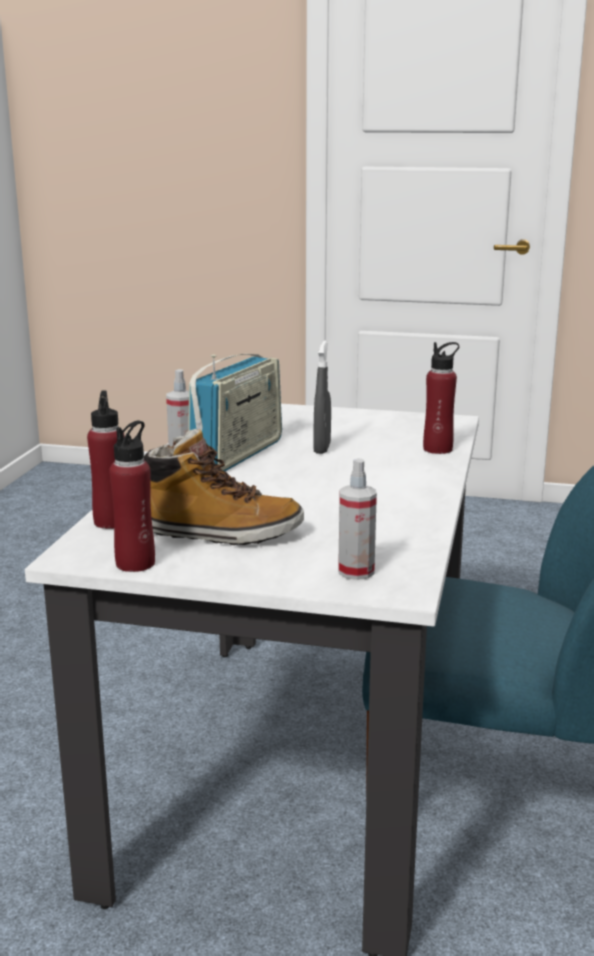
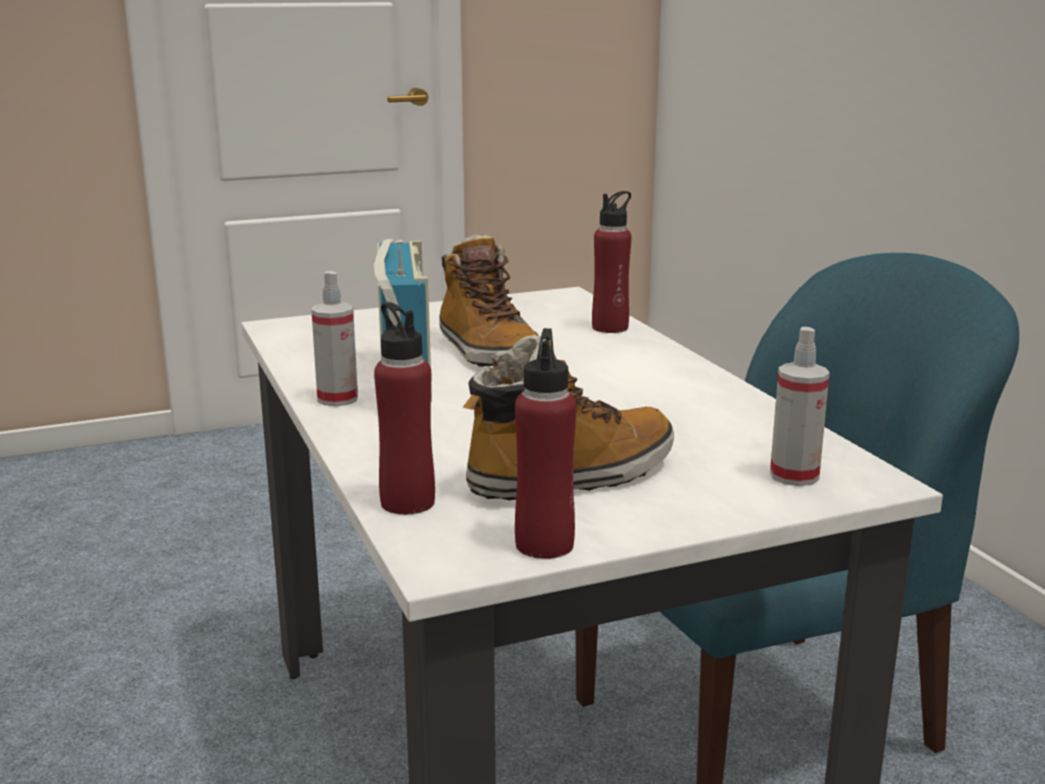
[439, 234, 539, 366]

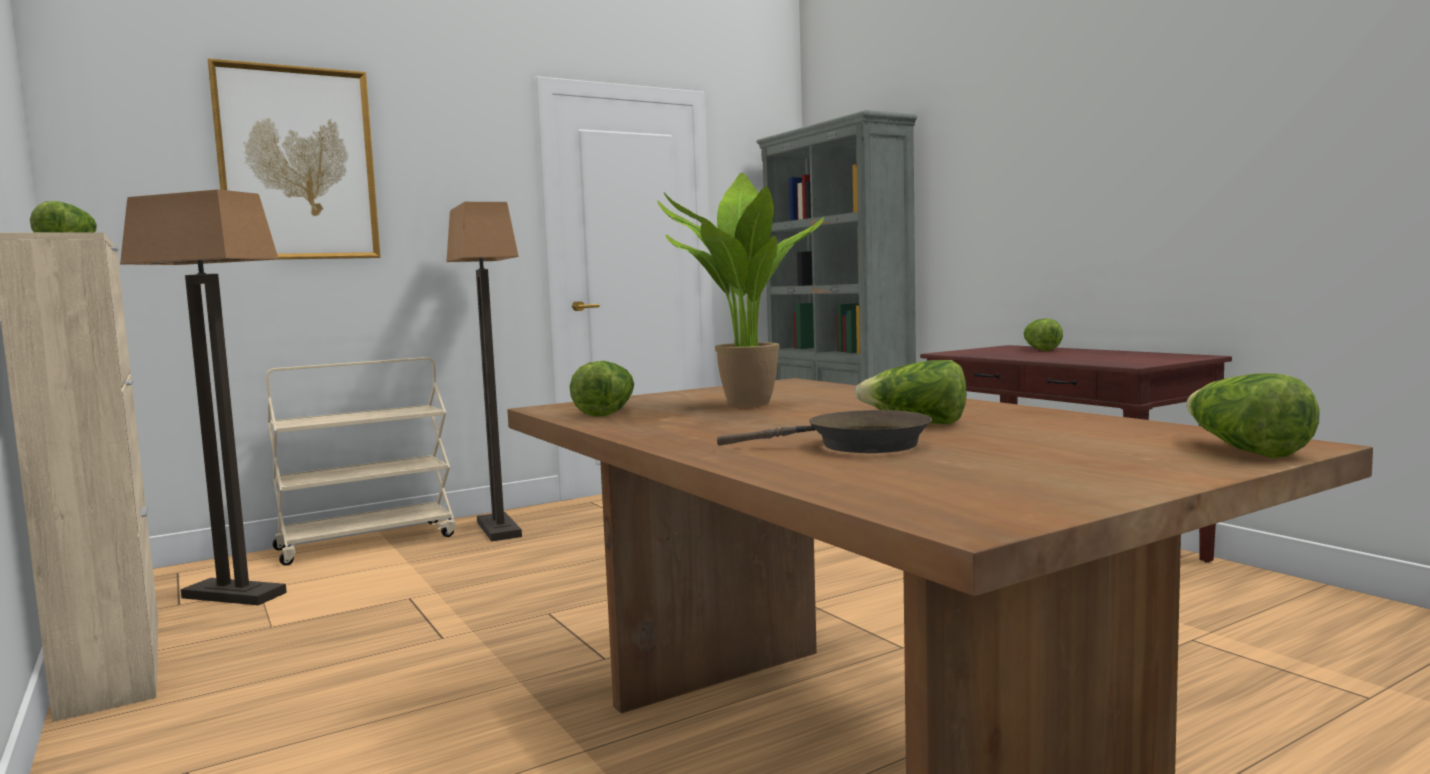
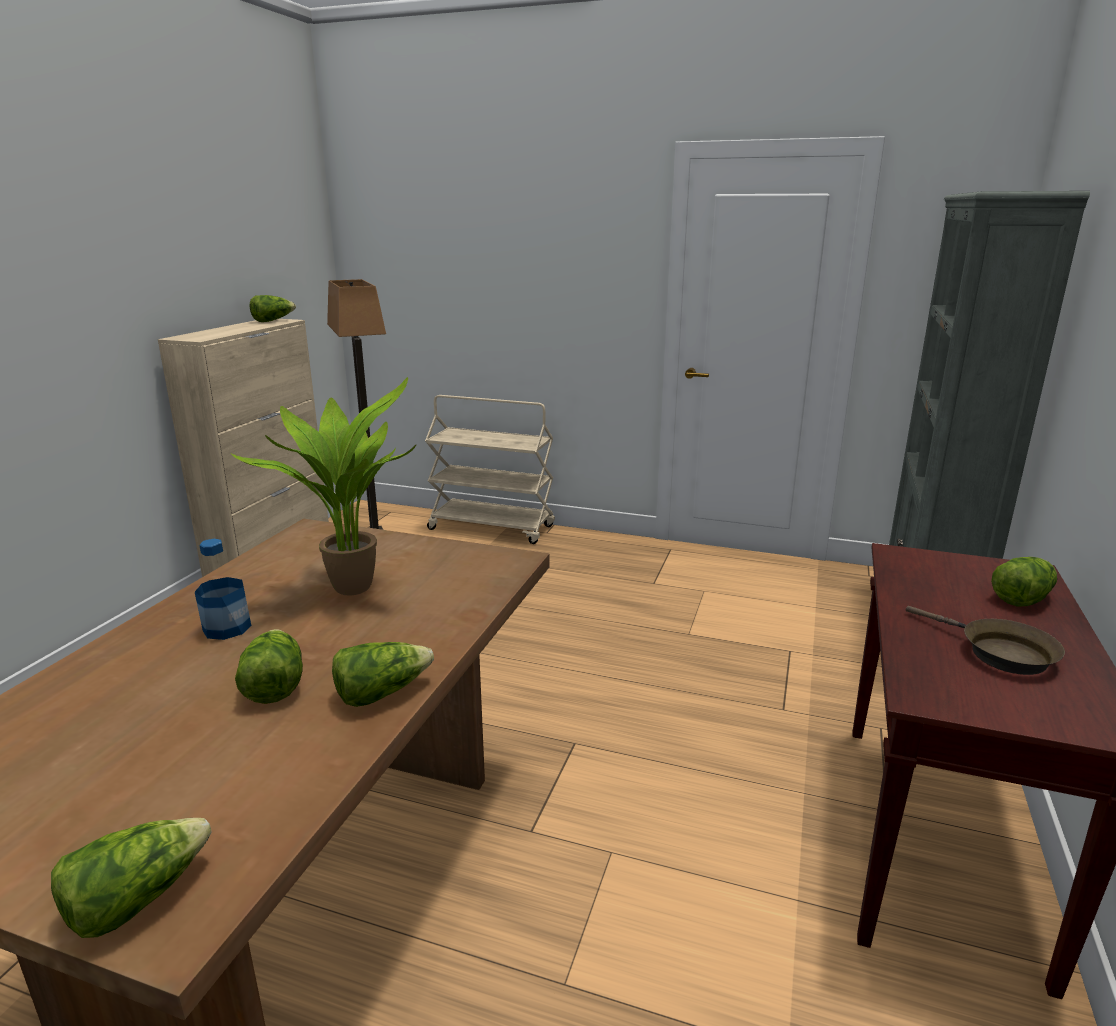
[208, 58, 381, 260] (first image)
[446, 202, 522, 541] (first image)
[332, 642, 434, 707]
[906, 606, 1065, 675]
[195, 539, 251, 640]

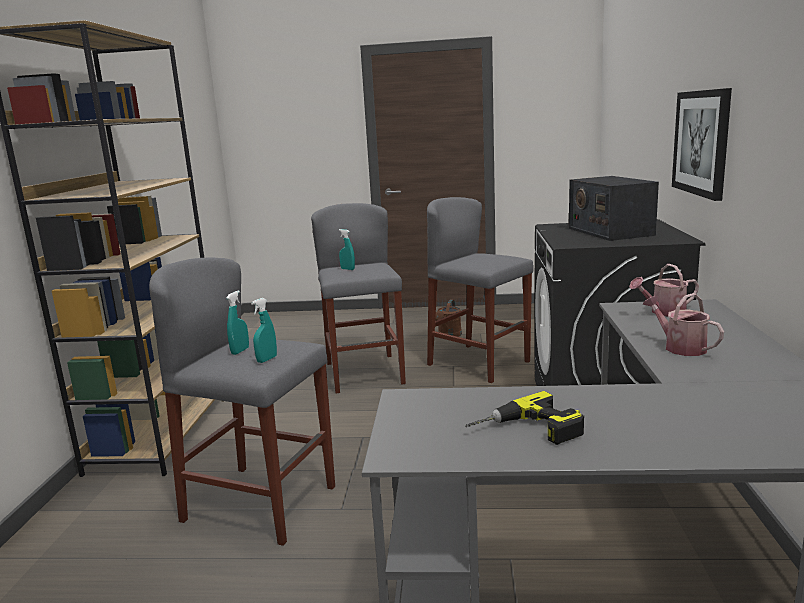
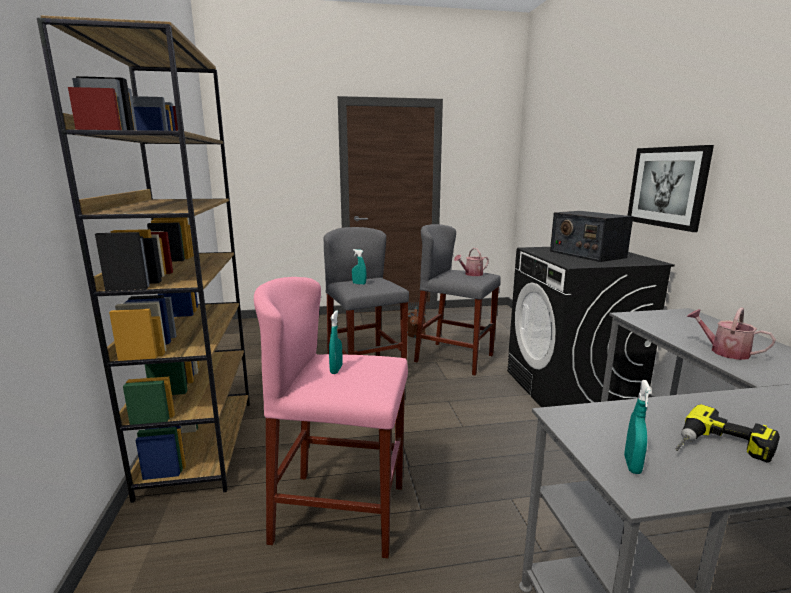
[254, 277, 408, 558]
[624, 380, 652, 474]
[454, 248, 489, 276]

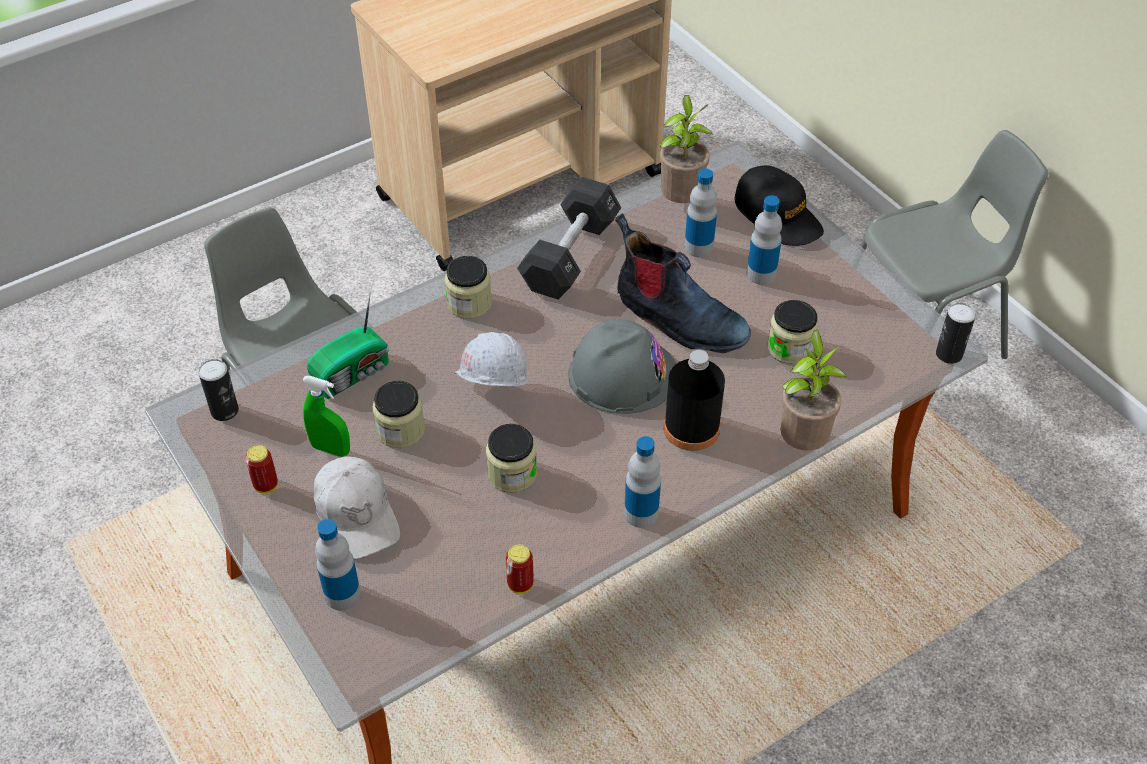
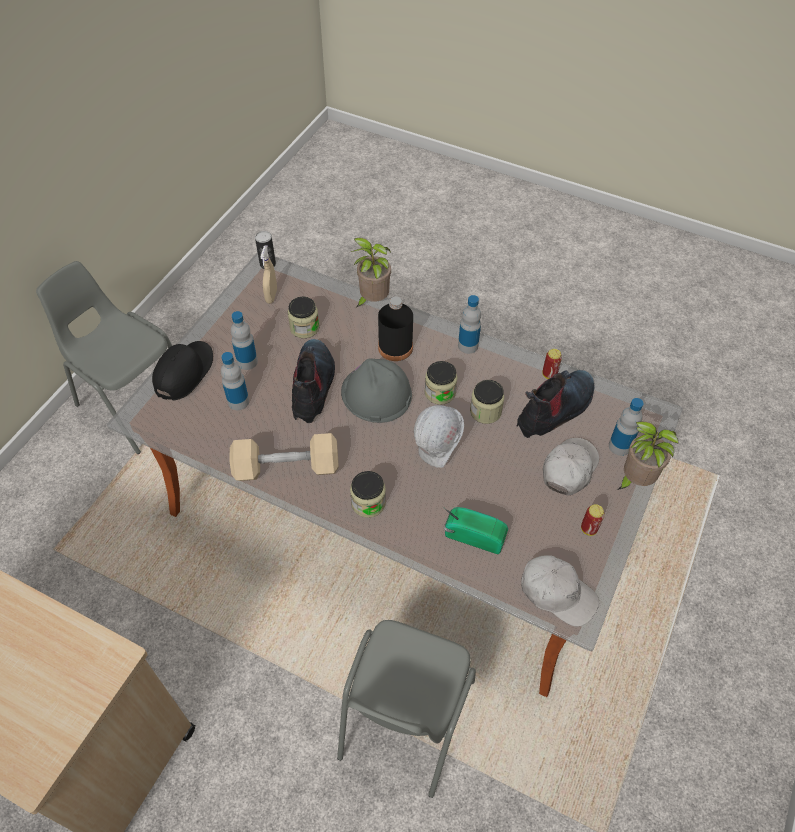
[521, 555, 599, 627]
[302, 375, 350, 457] (first image)
[424, 361, 457, 405]
[229, 433, 339, 481]
[617, 421, 678, 490]
[260, 245, 277, 304]
[517, 370, 594, 438]

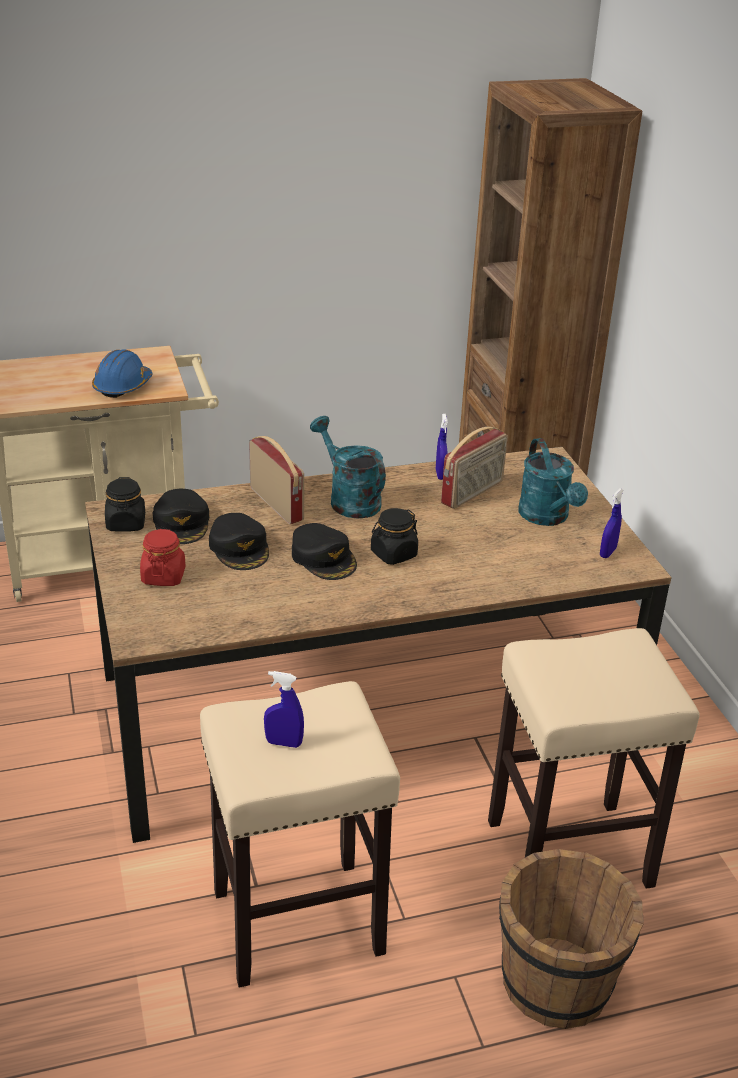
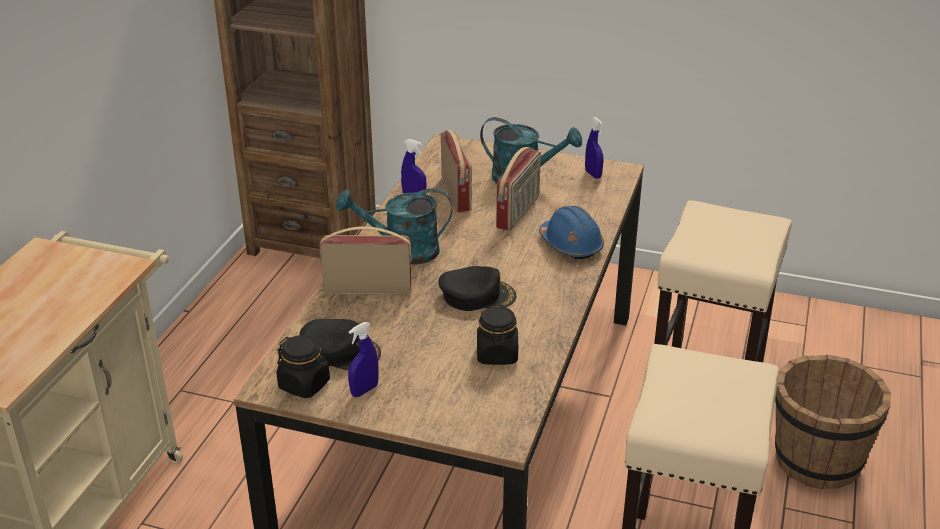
[539, 206, 604, 259]
[140, 529, 185, 586] (first image)
[209, 513, 269, 570] (first image)
[348, 322, 378, 397]
[477, 305, 518, 365]
[496, 147, 541, 231]

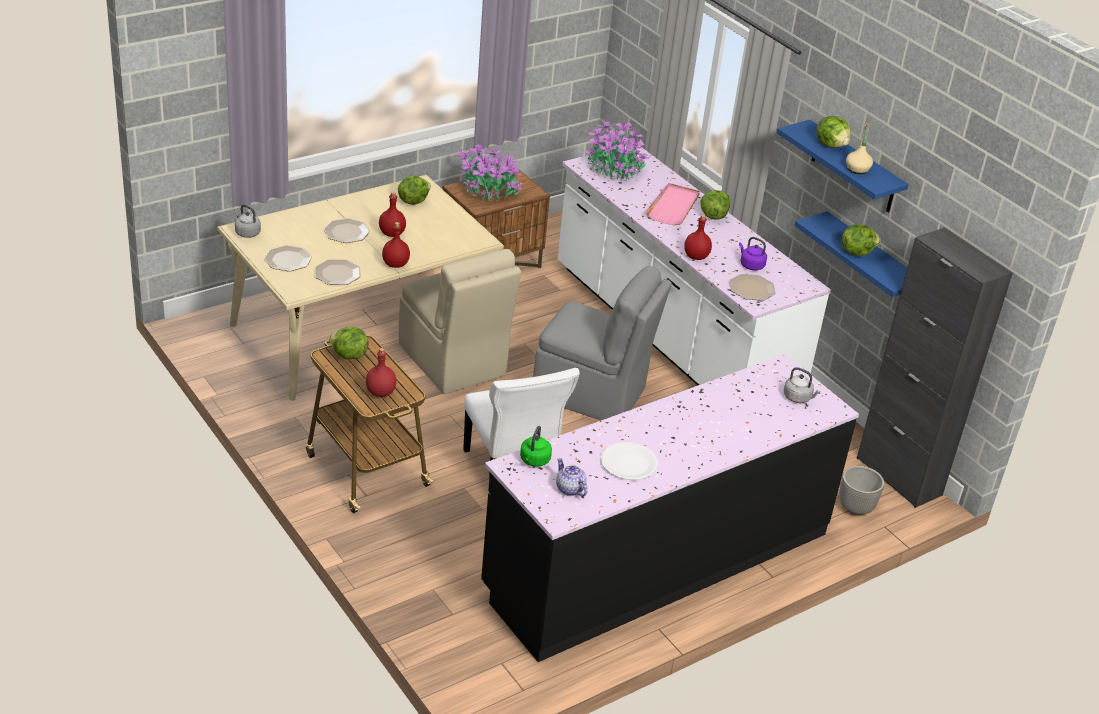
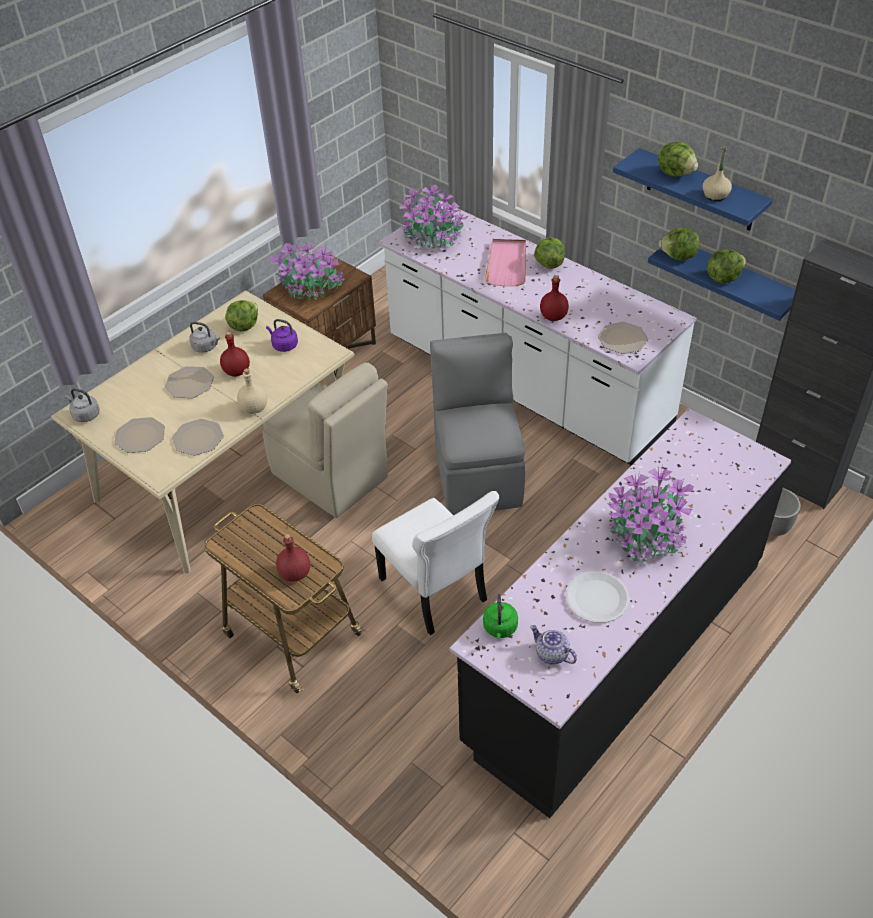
[659, 228, 700, 261]
[237, 368, 267, 414]
[430, 333, 525, 515]
[266, 319, 298, 352]
[189, 322, 220, 353]
[608, 467, 694, 561]

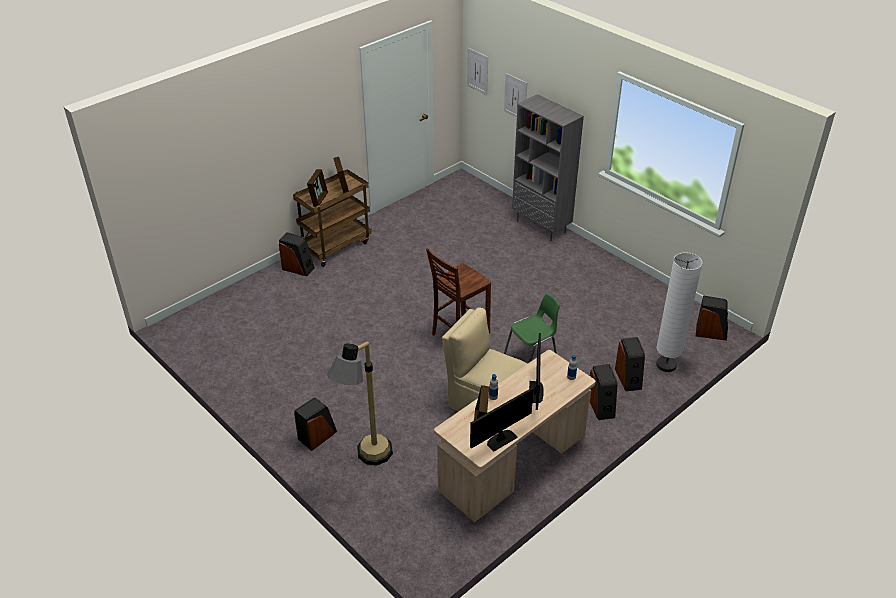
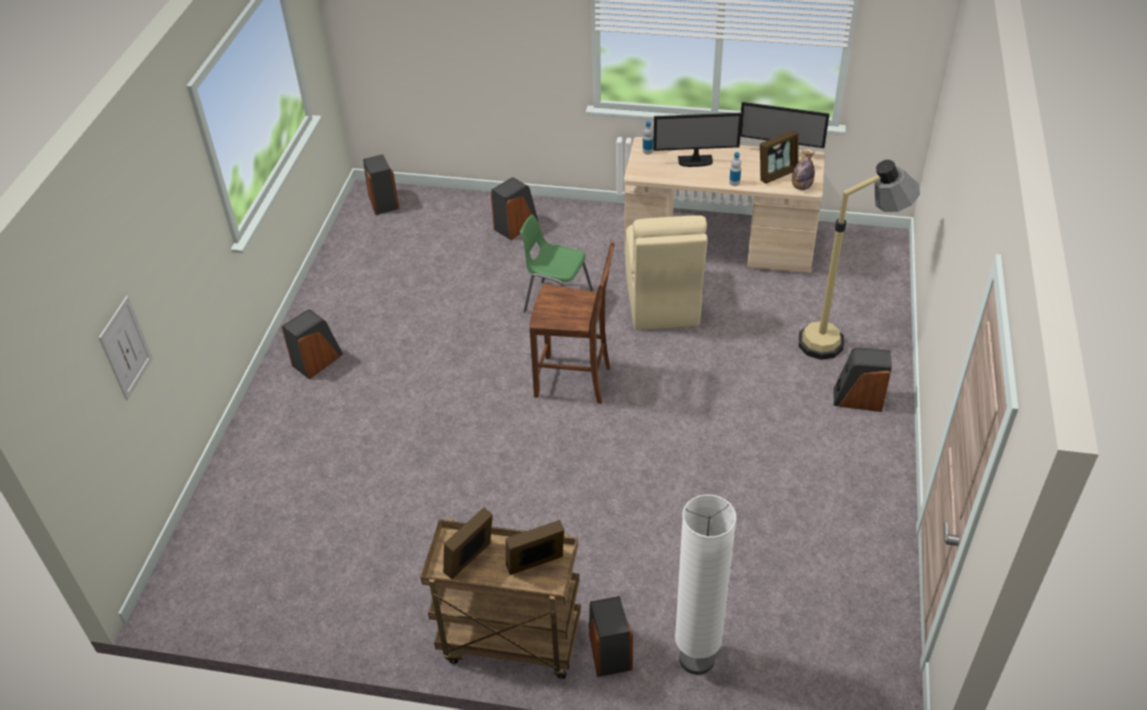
[467, 48, 488, 95] (first image)
[512, 94, 584, 242] (first image)
[653, 112, 742, 167]
[282, 310, 343, 379]
[675, 495, 737, 675]
[792, 148, 815, 190]

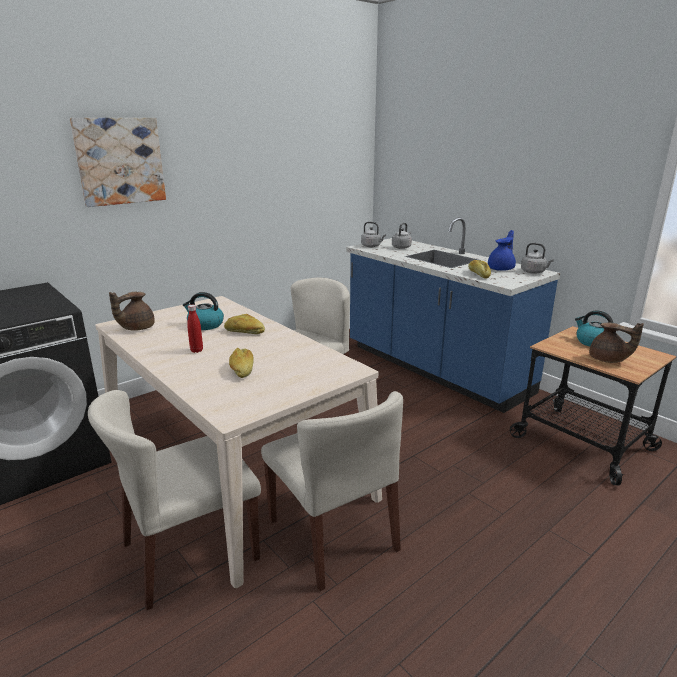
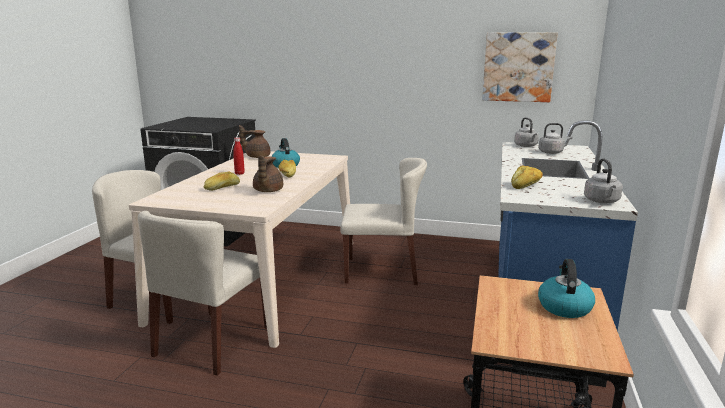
[482, 32, 558, 102]
[488, 230, 516, 271] (first image)
[253, 155, 283, 192]

